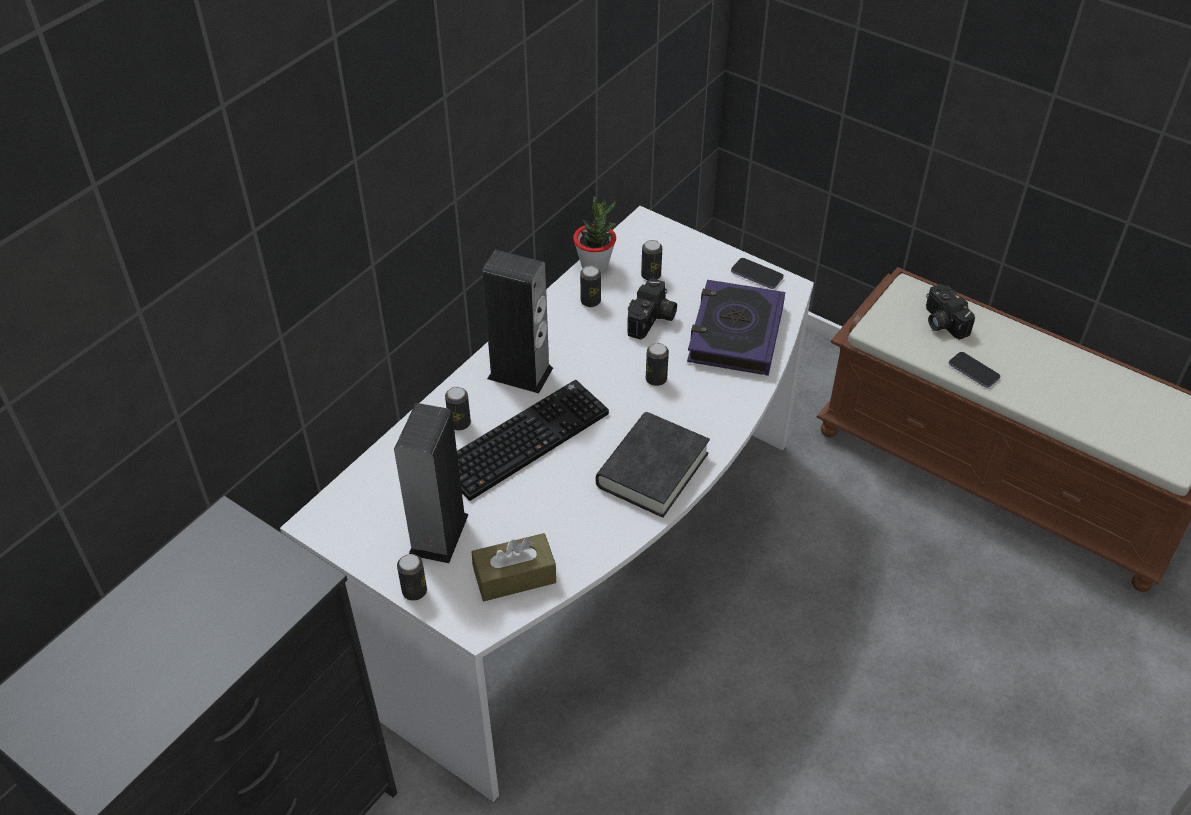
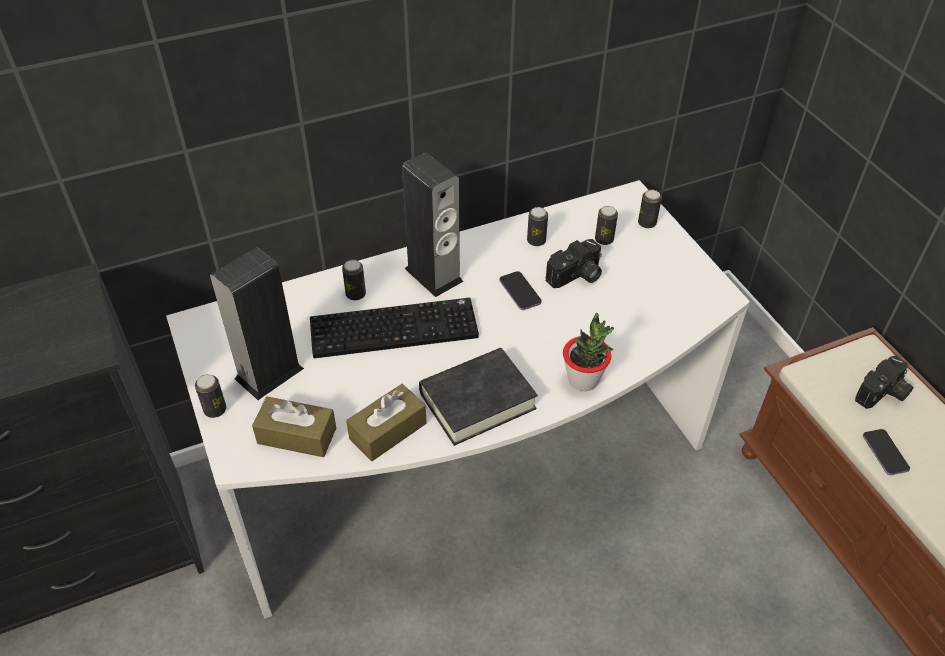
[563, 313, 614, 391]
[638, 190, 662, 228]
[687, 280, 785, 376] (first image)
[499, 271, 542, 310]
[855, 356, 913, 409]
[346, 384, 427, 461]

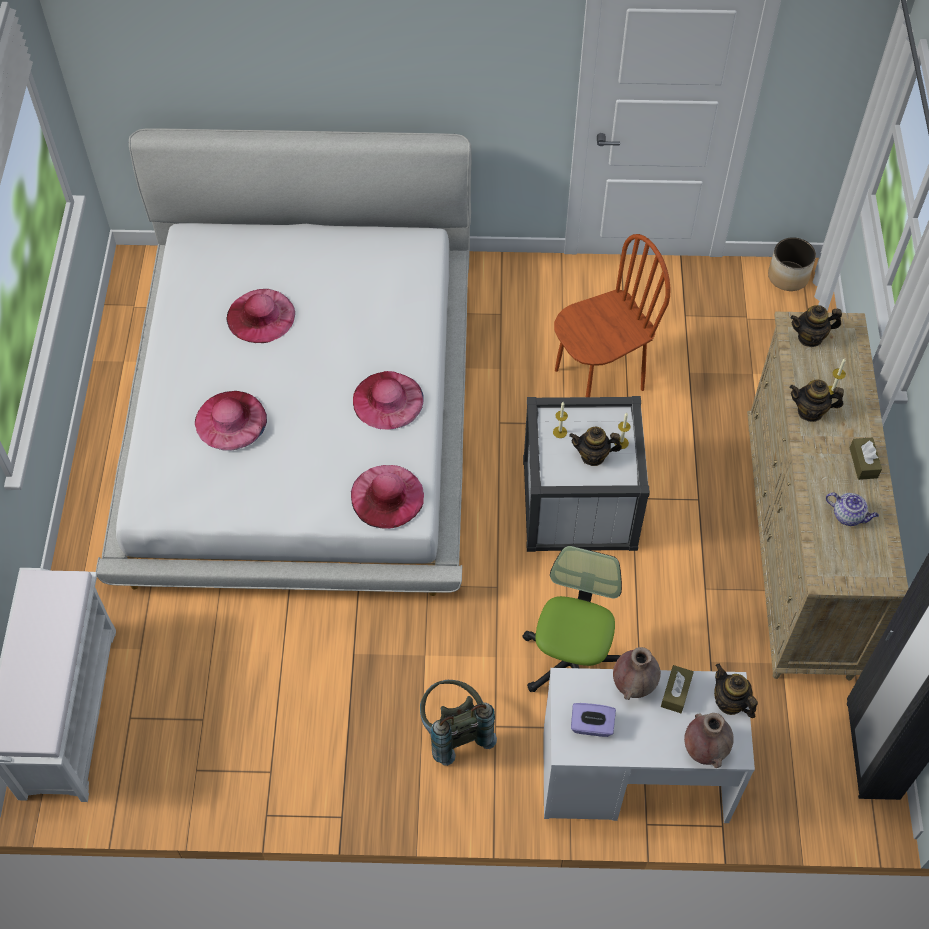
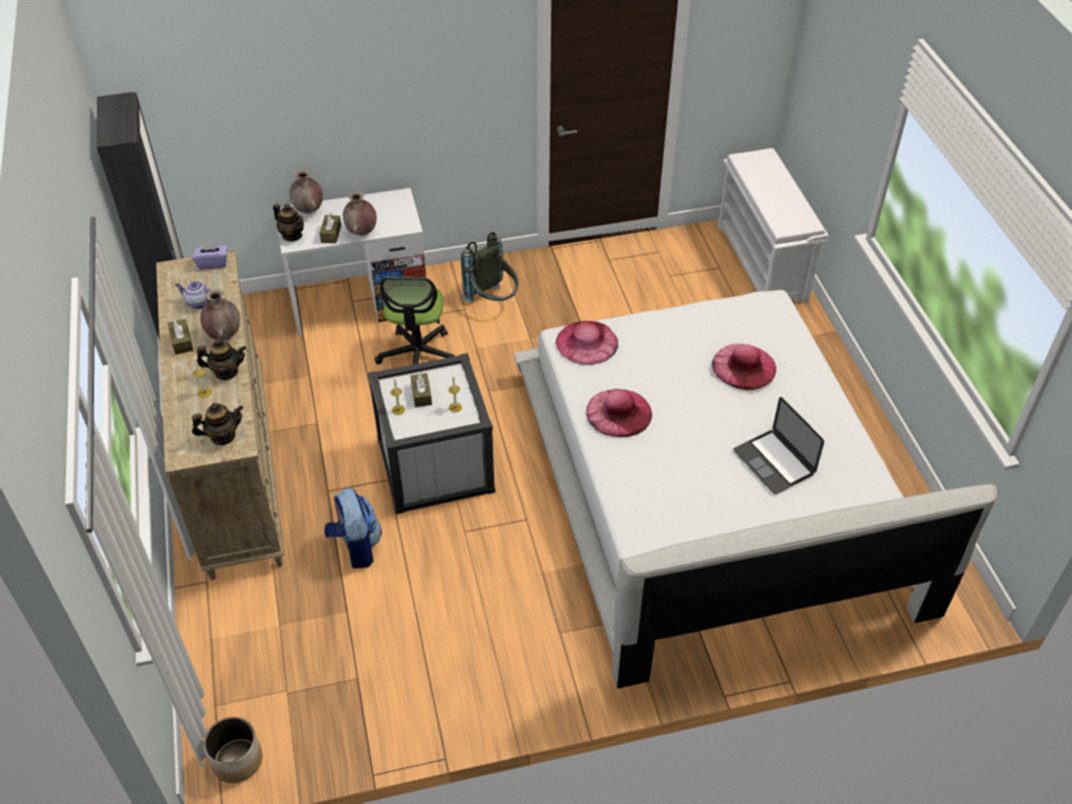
[734, 397, 824, 494]
[554, 234, 670, 397] (first image)
[411, 373, 432, 407]
[193, 241, 228, 269]
[200, 289, 240, 341]
[324, 488, 382, 568]

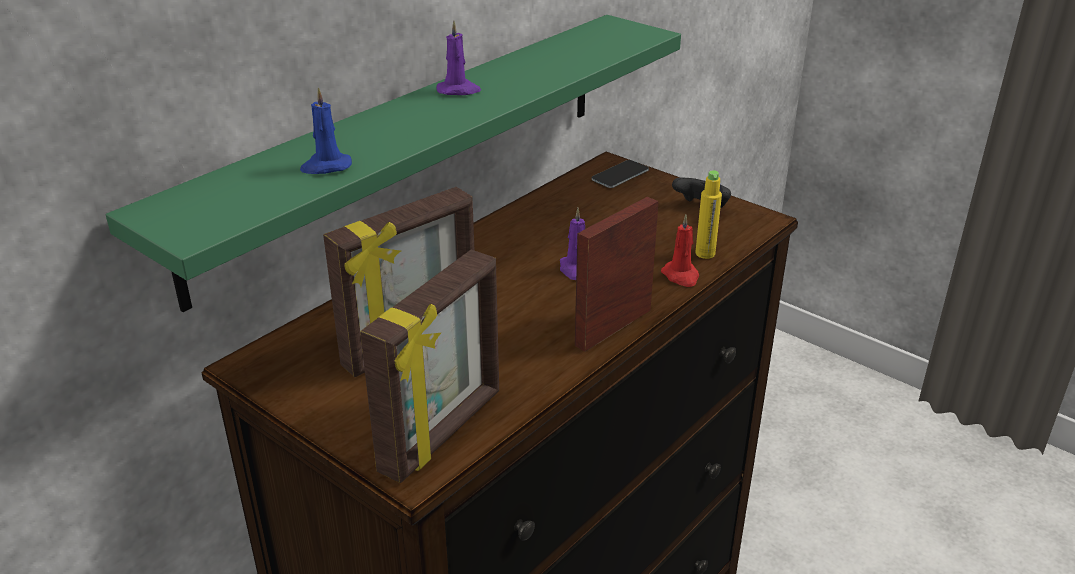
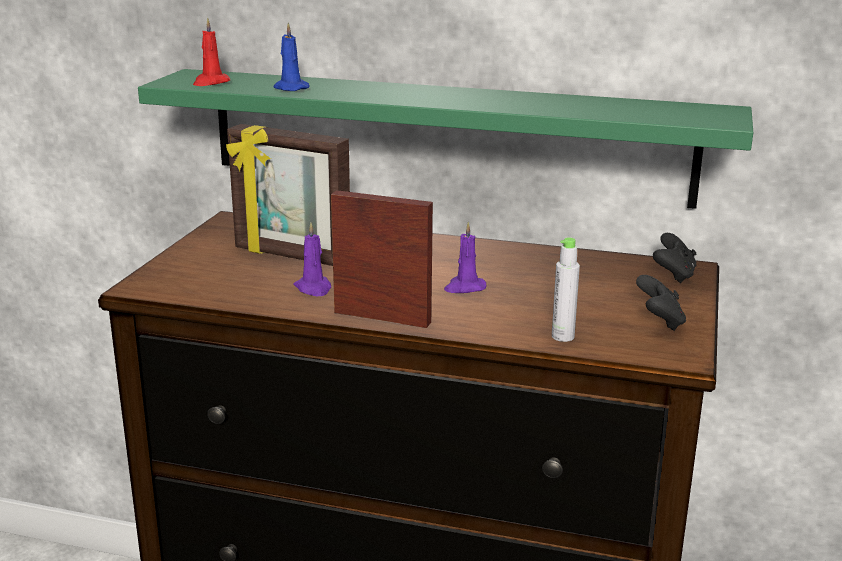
[360, 250, 499, 483] (first image)
[293, 222, 331, 296]
[653, 233, 696, 283]
[193, 17, 230, 86]
[552, 237, 580, 342]

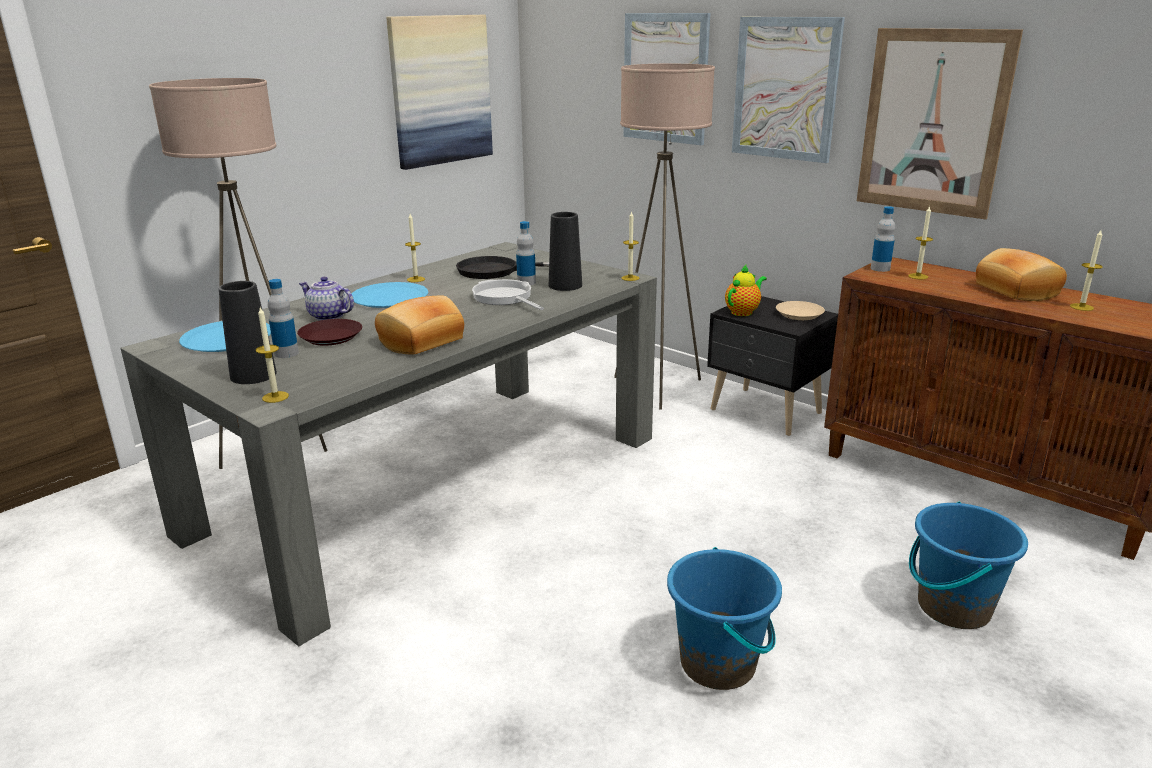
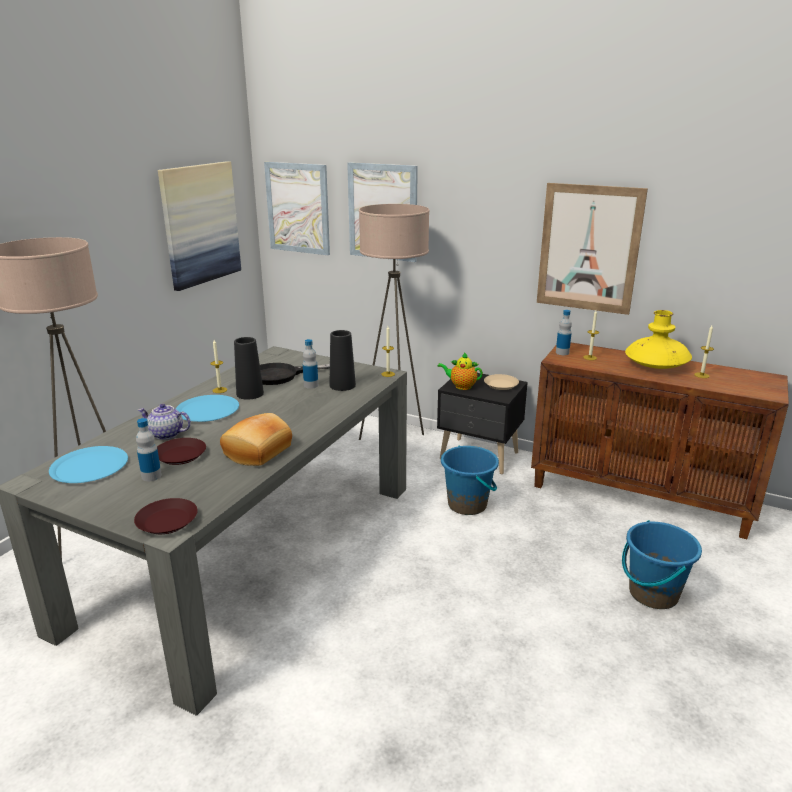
[234, 337, 264, 400]
[134, 498, 198, 534]
[472, 279, 544, 310] (first image)
[441, 445, 499, 515]
[437, 352, 483, 390]
[264, 162, 330, 255]
[625, 310, 692, 369]

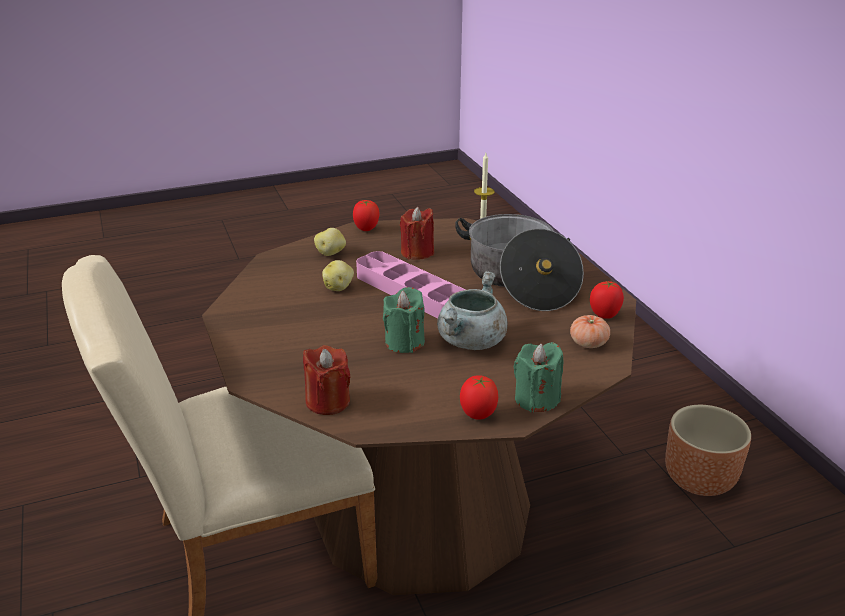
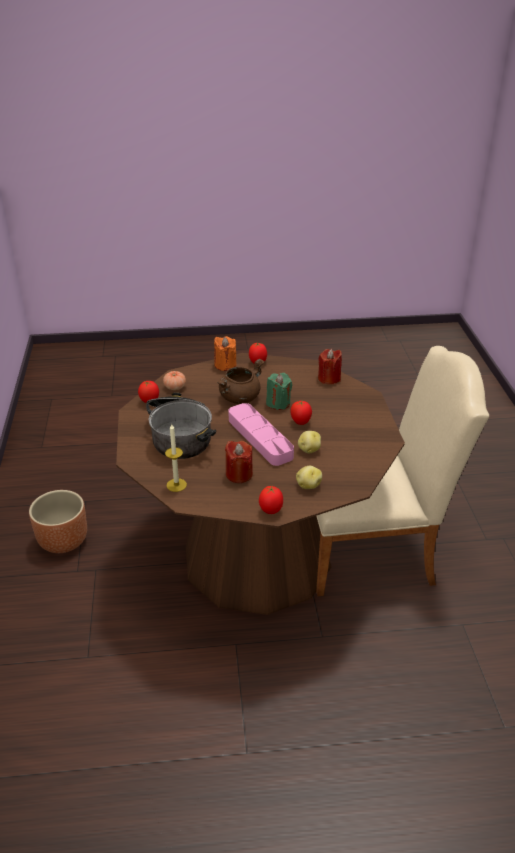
[217, 358, 264, 404]
[214, 336, 236, 371]
[290, 401, 312, 425]

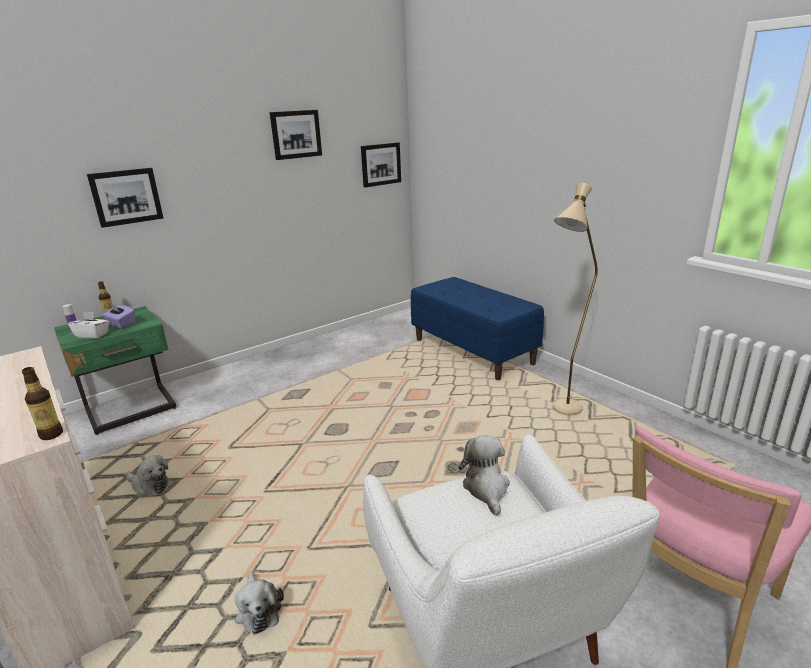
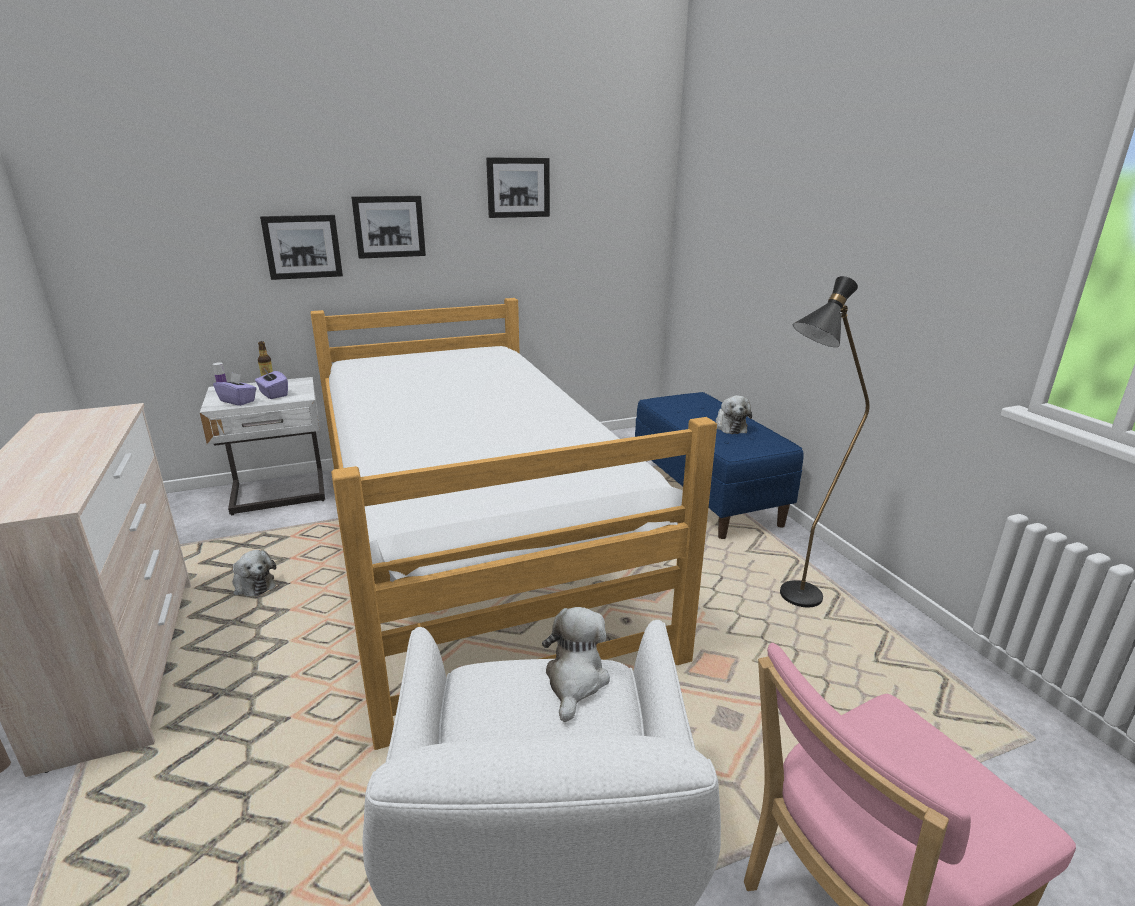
[21, 367, 63, 440] (first image)
[200, 377, 325, 515]
[213, 372, 257, 406]
[716, 395, 752, 434]
[351, 196, 426, 259]
[780, 276, 869, 608]
[310, 298, 717, 750]

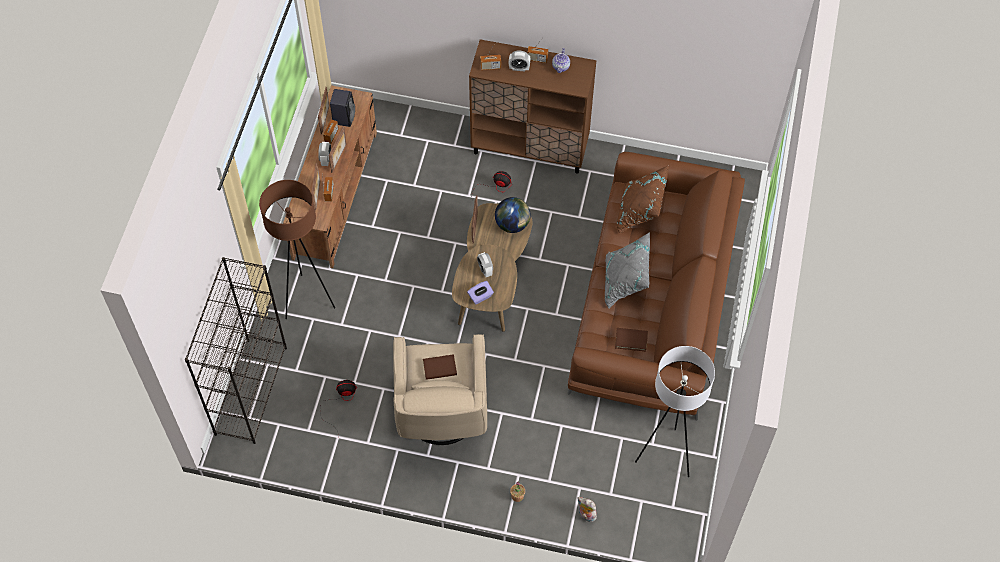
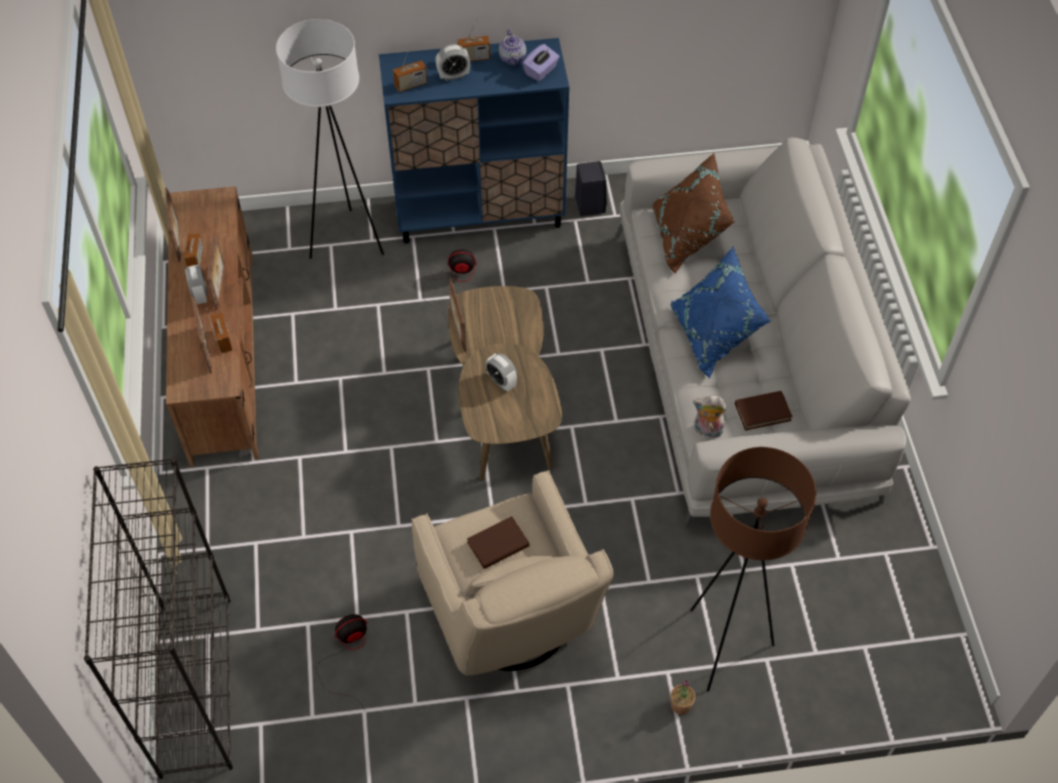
[690, 447, 816, 692]
[575, 161, 607, 216]
[522, 44, 560, 81]
[379, 38, 569, 244]
[495, 197, 531, 233] (first image)
[615, 137, 911, 528]
[693, 396, 727, 438]
[671, 246, 771, 378]
[276, 19, 384, 259]

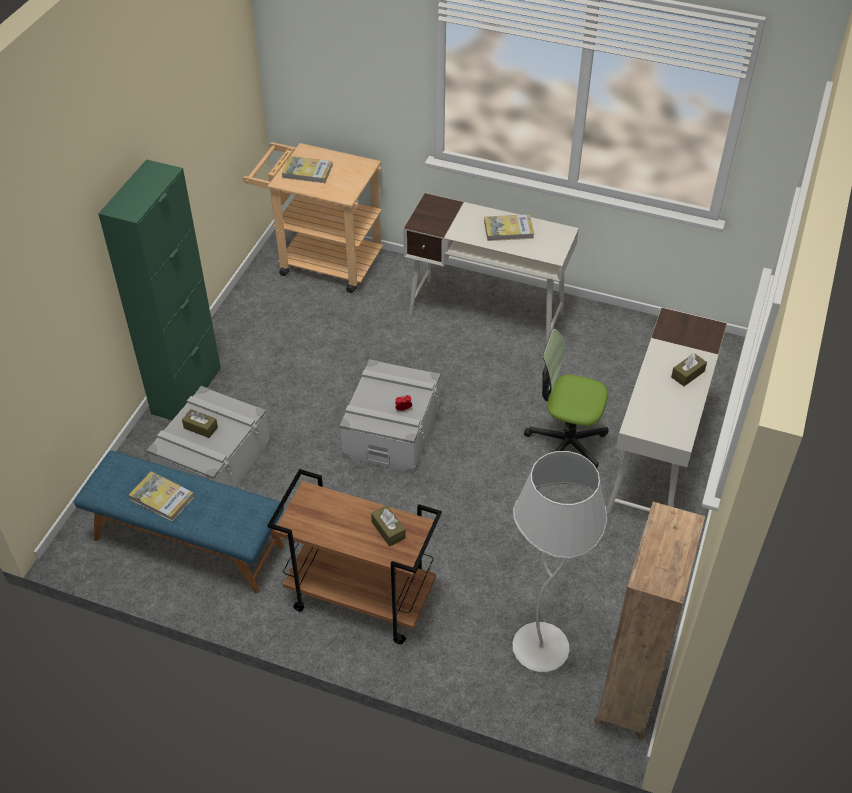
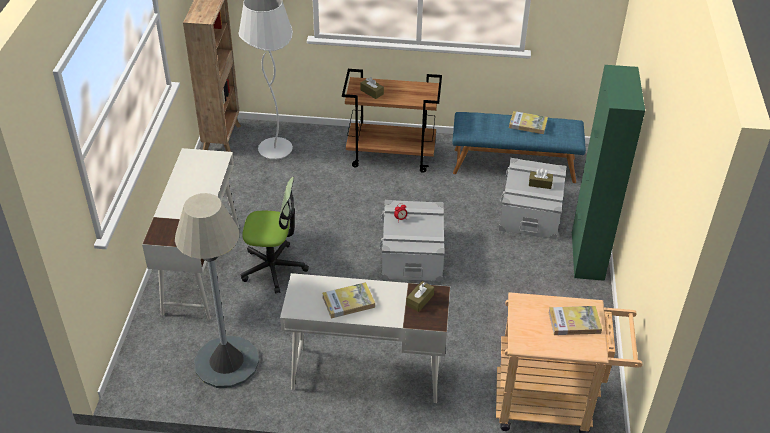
[406, 281, 434, 312]
[175, 193, 259, 388]

